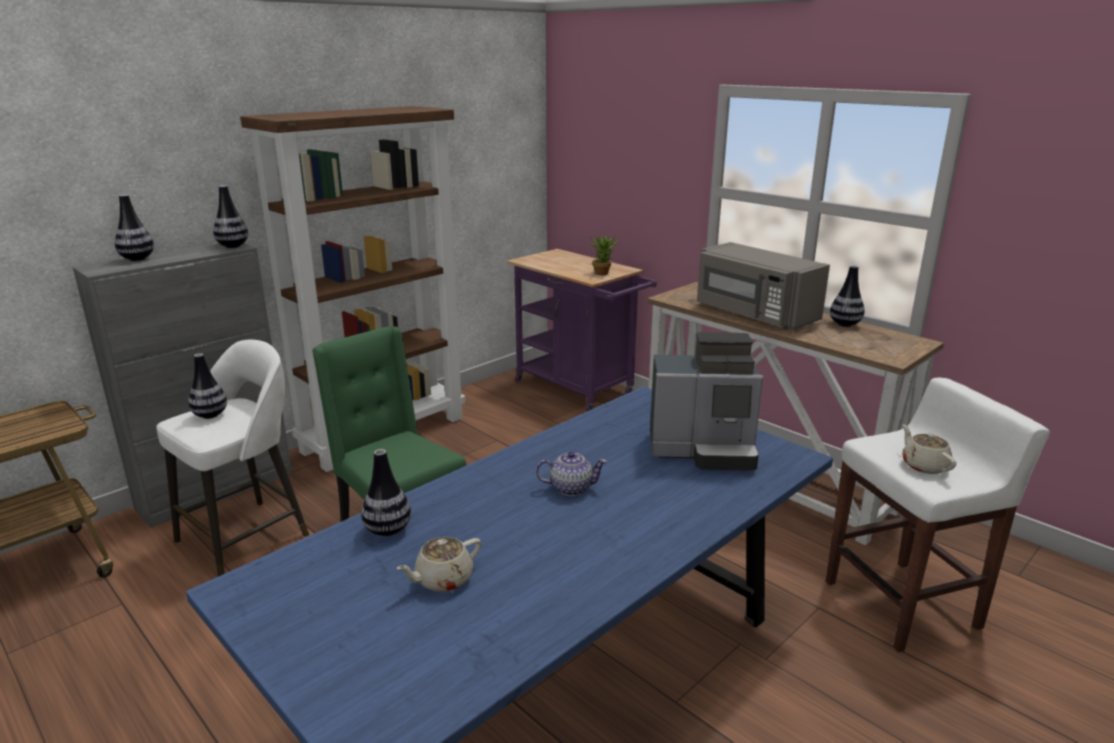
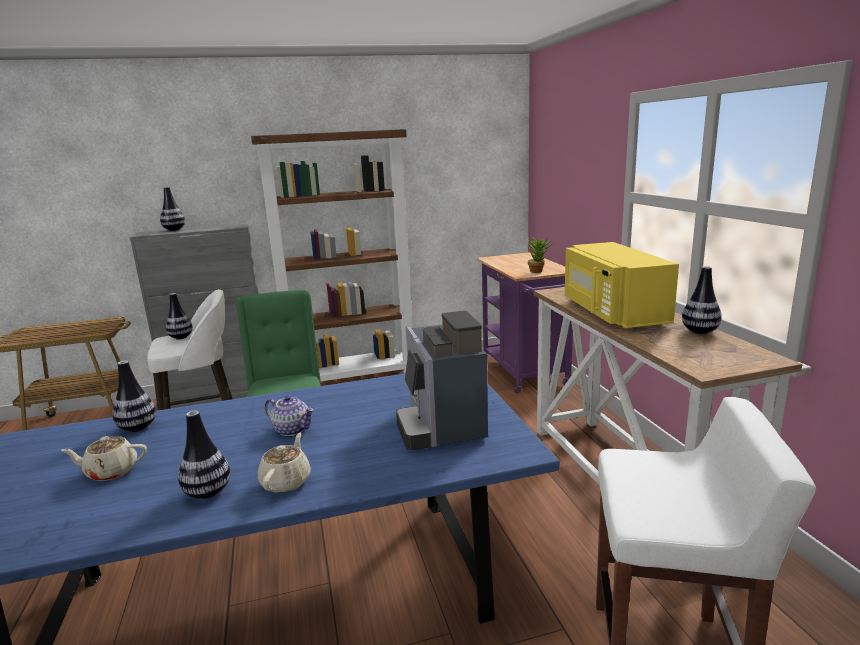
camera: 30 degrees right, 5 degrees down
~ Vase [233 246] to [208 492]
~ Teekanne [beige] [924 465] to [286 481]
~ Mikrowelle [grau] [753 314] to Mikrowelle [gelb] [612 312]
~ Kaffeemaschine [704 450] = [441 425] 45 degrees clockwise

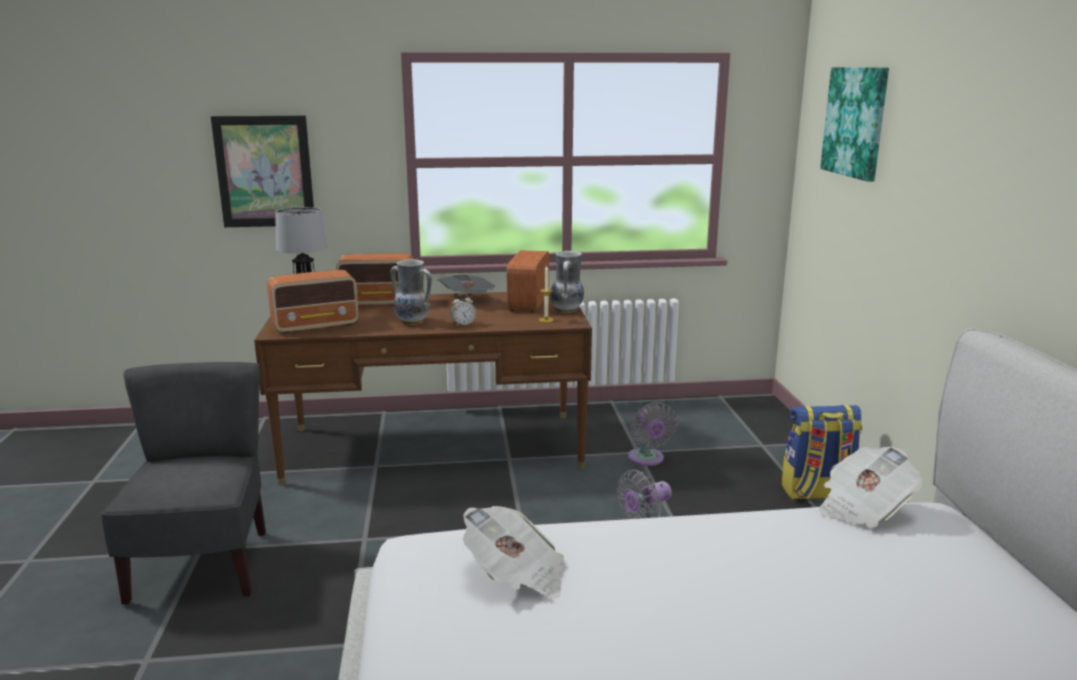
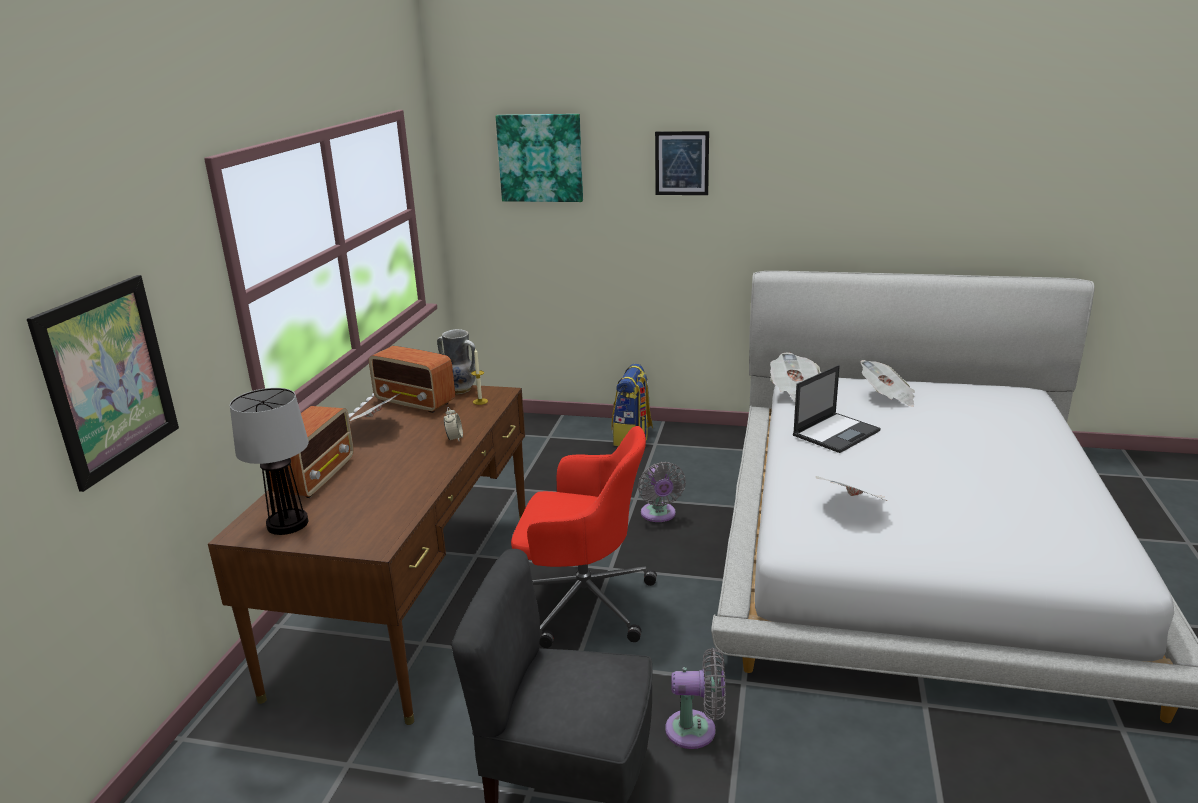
camera: 70 degrees left, 5 degrees up
- Radio [316 325]
- Vase [413 322]
+ Bürostuhl [rot] [583 602]
+ Bild [681 163]
+ Laptop [836 432]
+ Zeitung [887 397]
~ Ventilator [grau] [647 459] to [696 730]

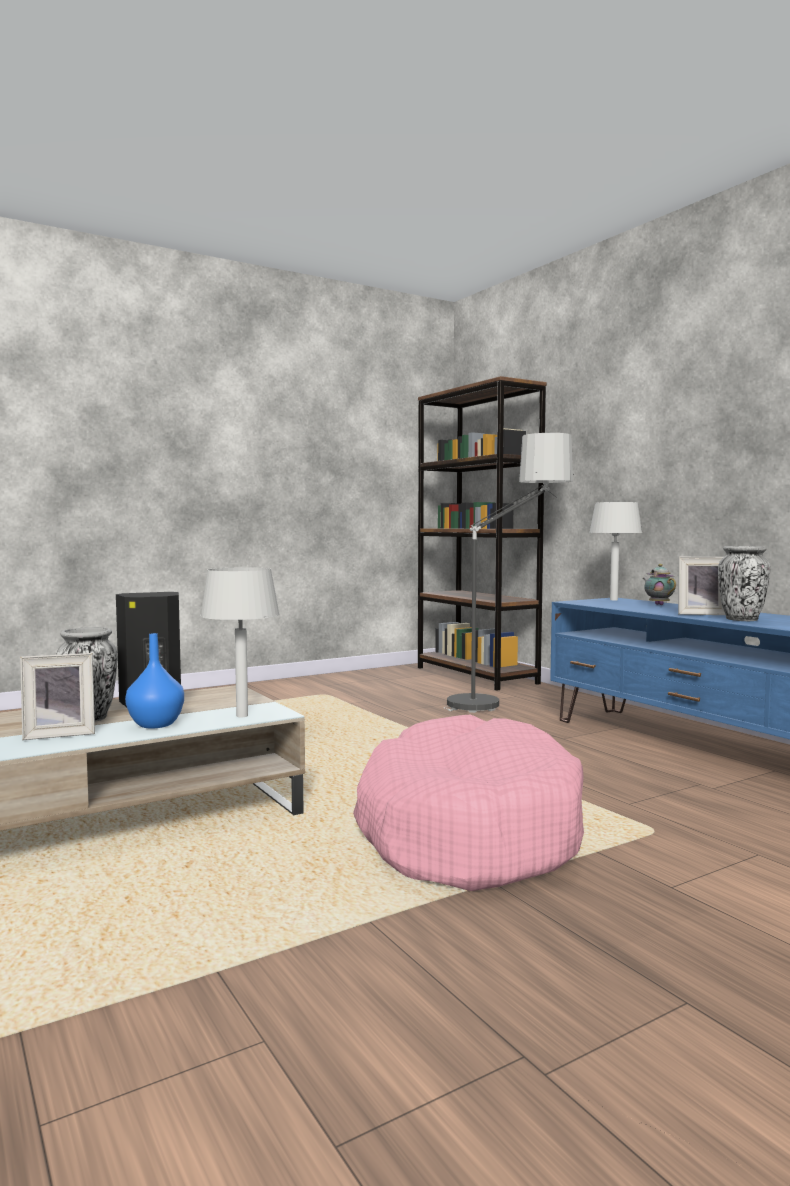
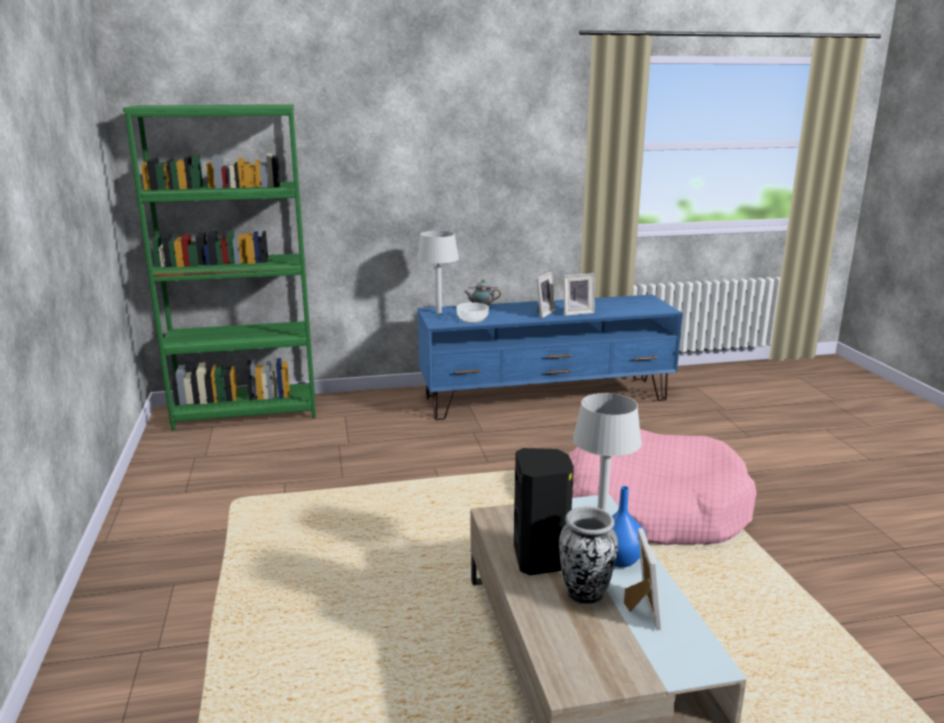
camera: 70 degrees left, 15 degrees up
- Stehlampe [506 701]
+ Schüssel [473 320]
~ Vase [742 619] to Bilderrahmen [576 312]
~ Bücherregal [braun] [476 675] to Bücherregal [grün] [247 412]

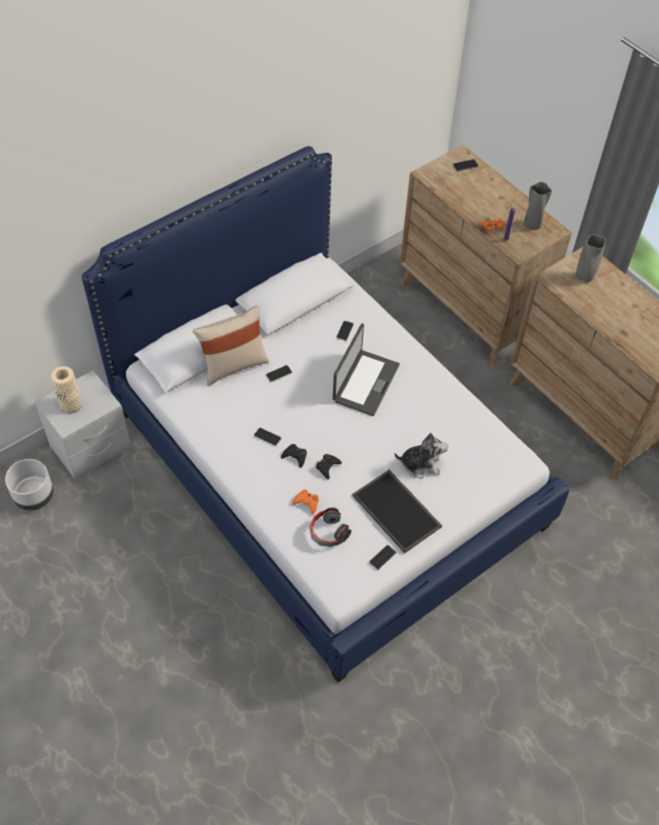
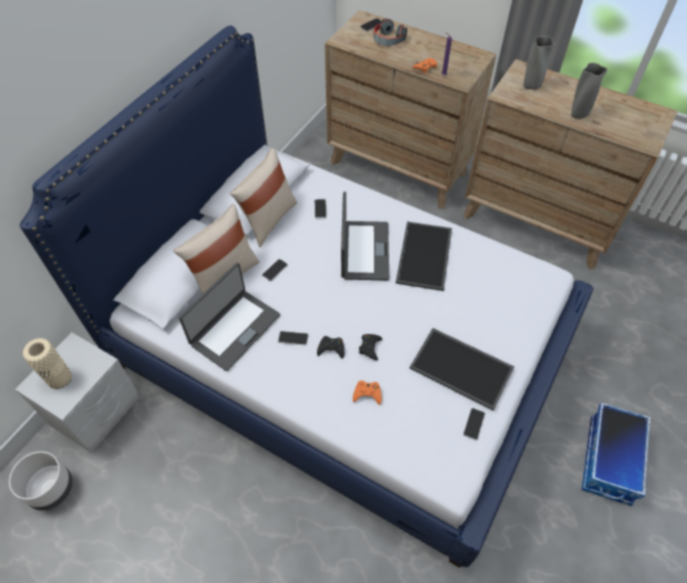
camera: 20 degrees left, 0 degrees up
- Plüschtier [420 464]
+ Laptop [234 329]
+ Kissen [beige] [268 220]
+ Tablett [425 256]
+ Aufbewahrungsbox [610 461]
~ Kopfhörer [328 532] to [388 40]
~ Vase [grau] [532 225] to [578 114]

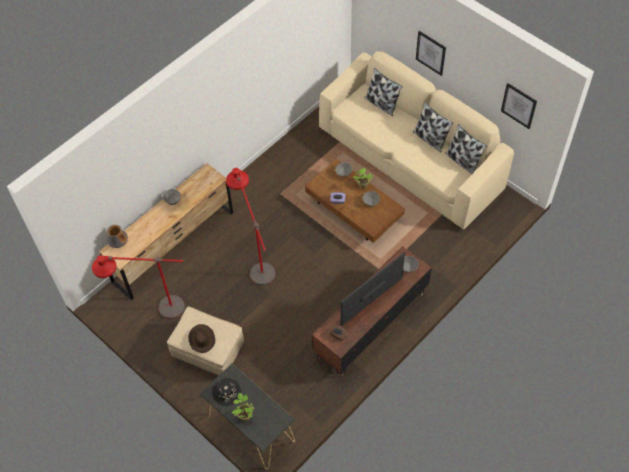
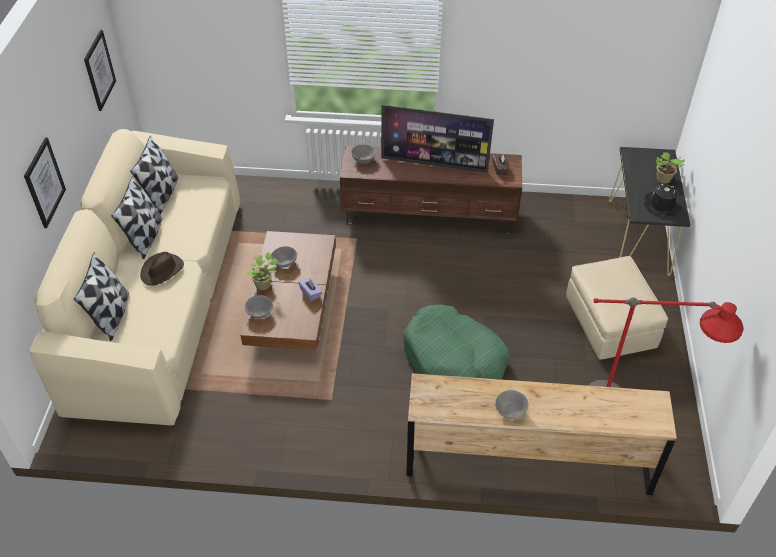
camera: 130 degrees left, 10 degrees down
- Vase [119 244]
~ Hut [braun] [201 339] to [162 270]
~ Stehlampe [rot] [256 259] to Hundebett [grün] [454 359]

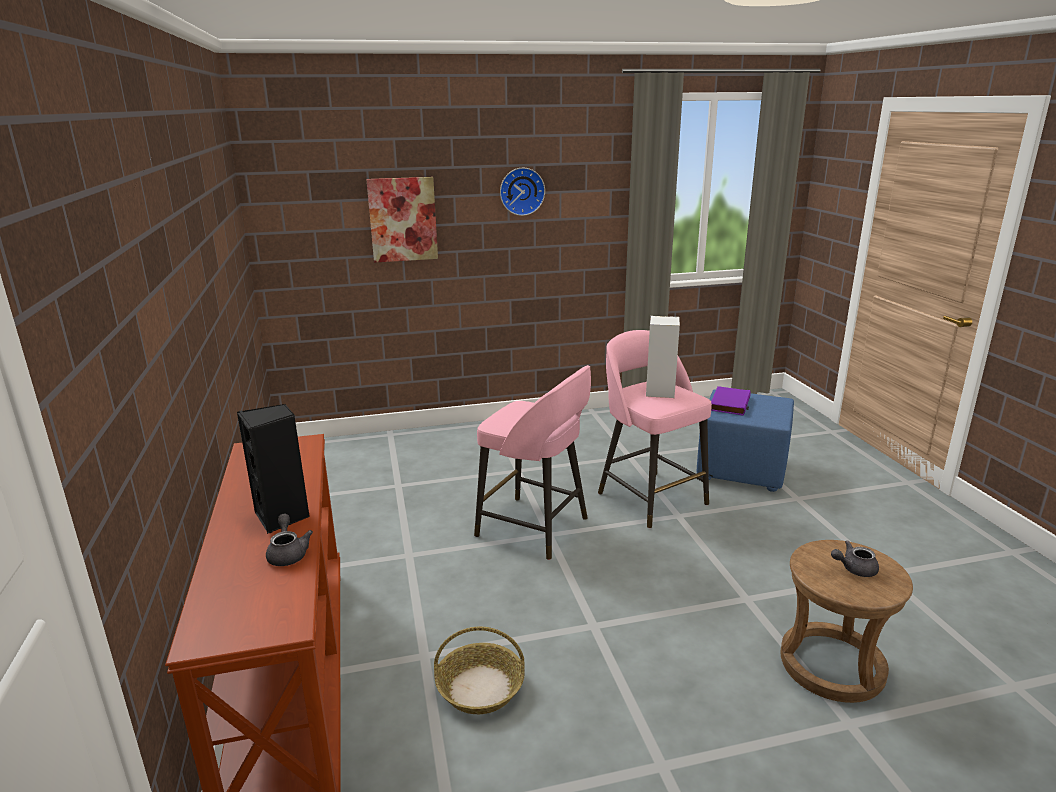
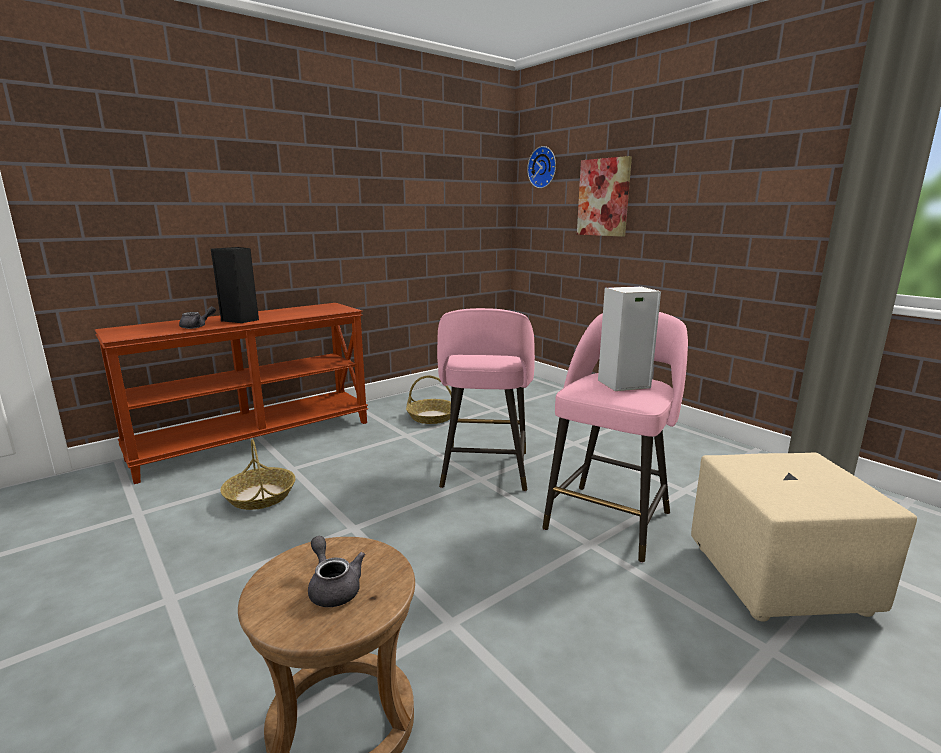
camera: 65 degrees right, 5 degrees down
- Buch [lila] [728 403]
+ Korb [431 417]
~ Wanduhr [521 191] to [543 167]
~ Polsterhocker [blau] [742 470] to Polsterhocker [beige] [780 580]

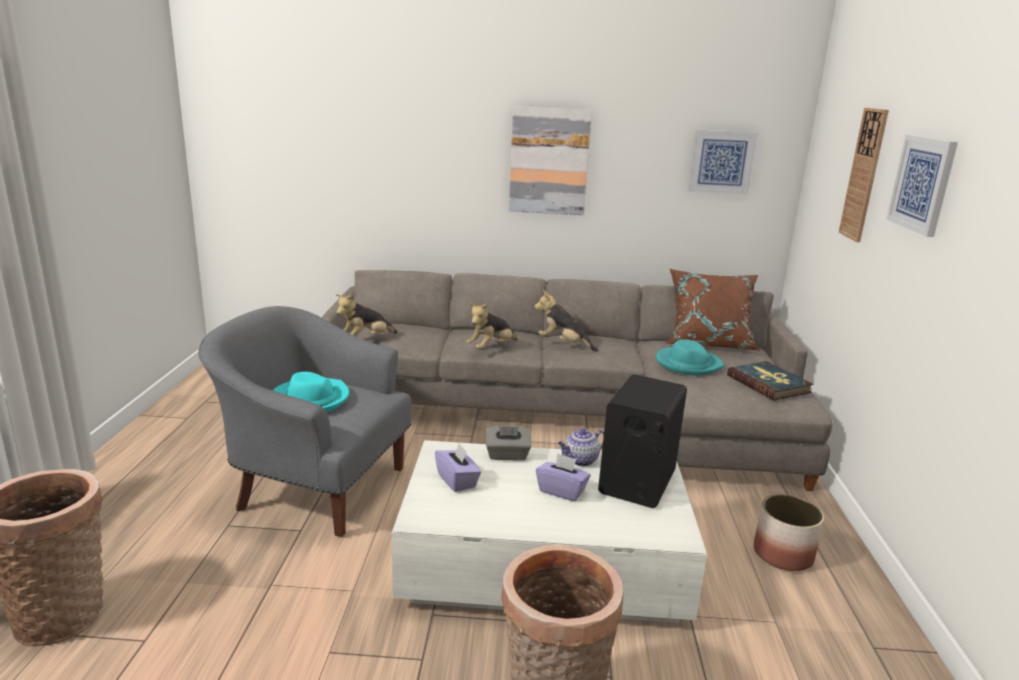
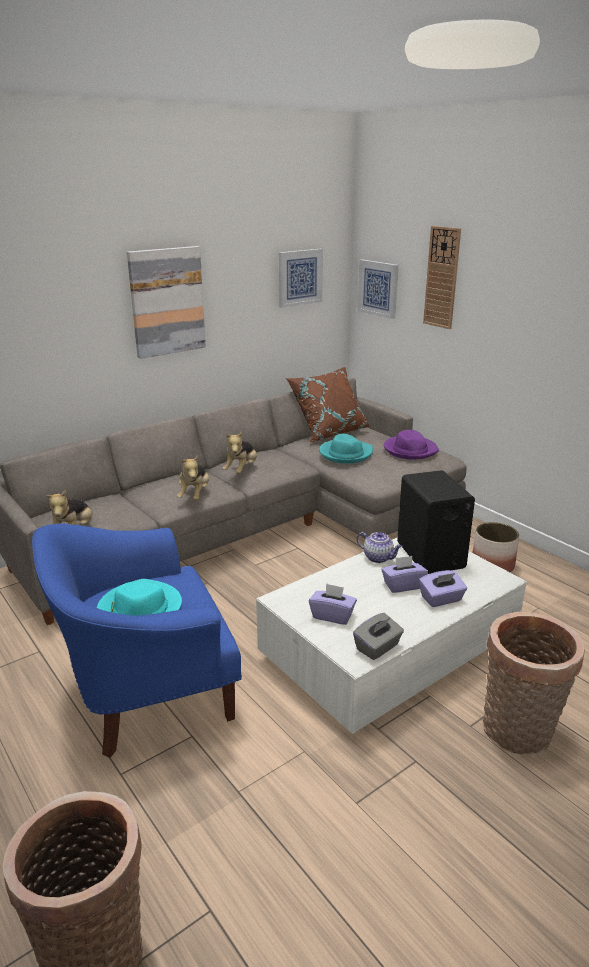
camera: 40 degrees left, 5 degrees up
+ Taschentuchbox [lila] [441 599]
~ Taschentuchbox [grau] [507 455] to [378 648]
~ Bild [922 184] to [378 288]
~ Buch [769 384] to Hut [lila] [410 450]
~ Sessel [grau] [316 486] to Sessel [blau] [145 693]
~ Plüschtier [563 344] = [241 470] 60 degrees counterclockwise
~ Teekanne [580 460] = [379 558] 75 degrees counterclockwise

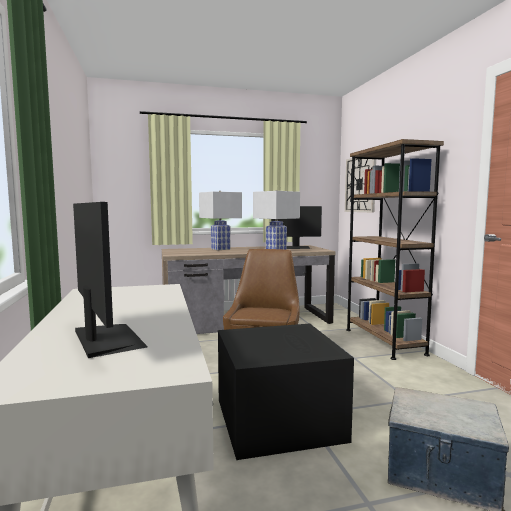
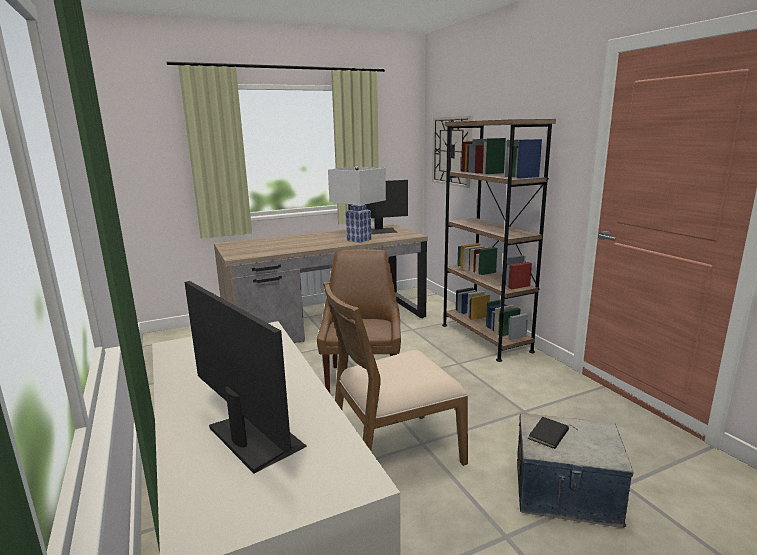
camera: 10 degrees left, 10 degrees up
- Tischlampe [weiß] [221 249]
+ Buch [schwarz] [550 435]
~ Aufbewahrungsbox [schwarz] [276 418] to Stuhl [braun] [394 452]

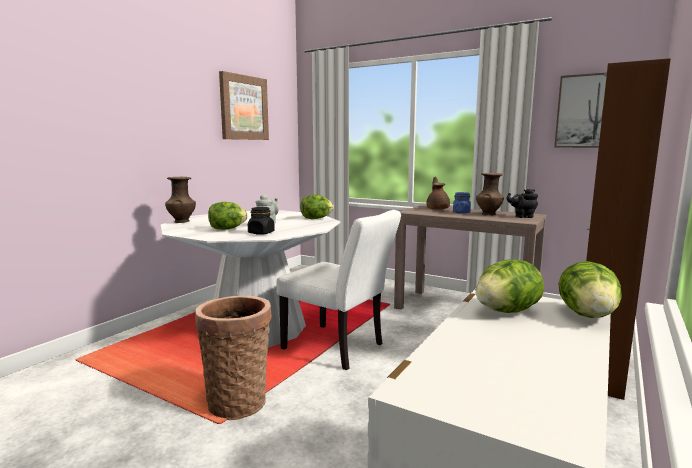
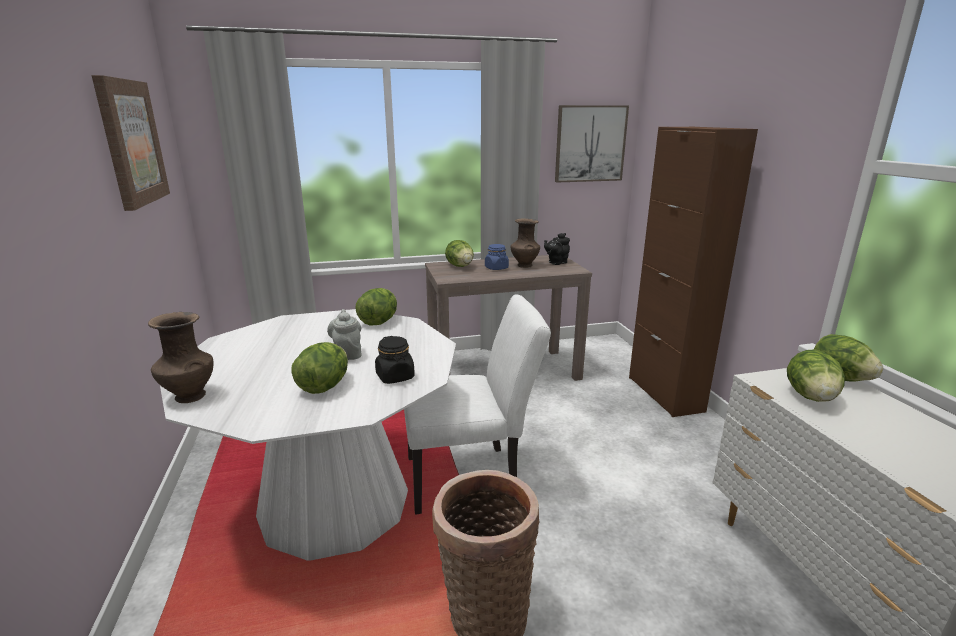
camera: 45 degrees left, 10 degrees up
~ Teekanne [braun] [437 209] to Salatkopf [460 266]

